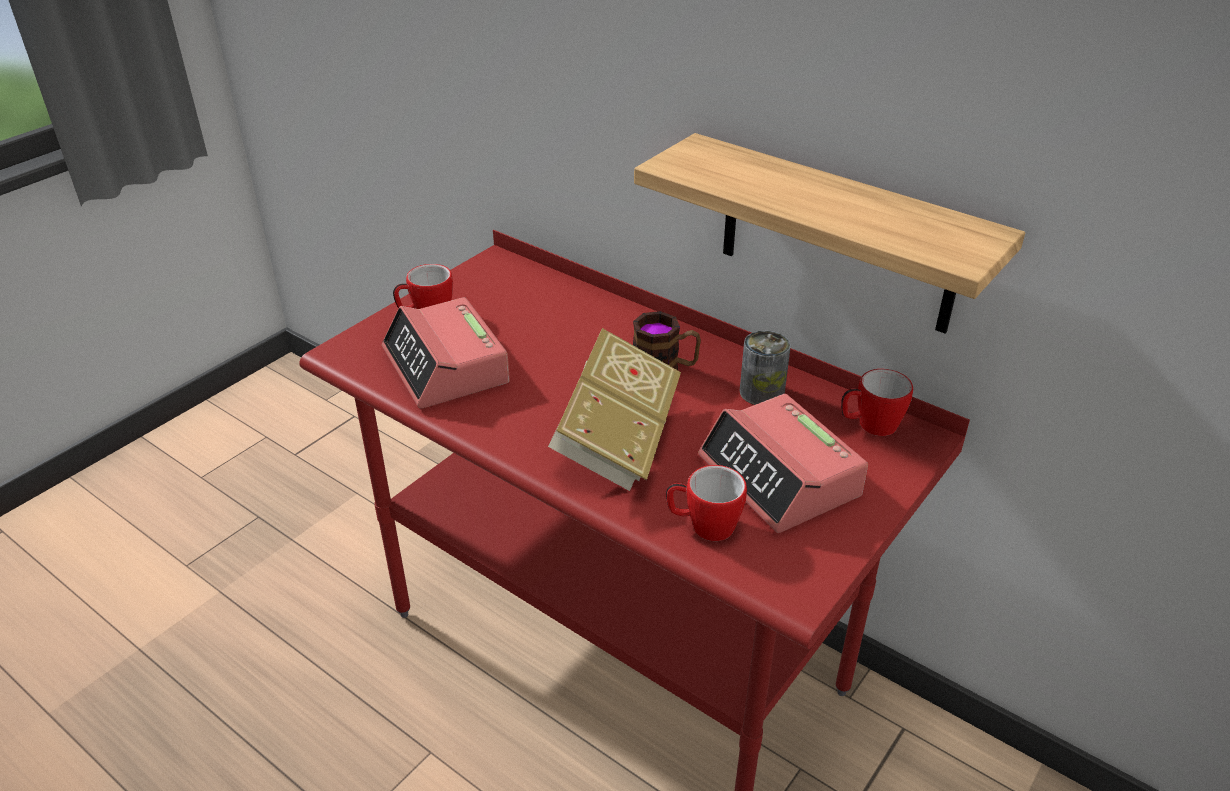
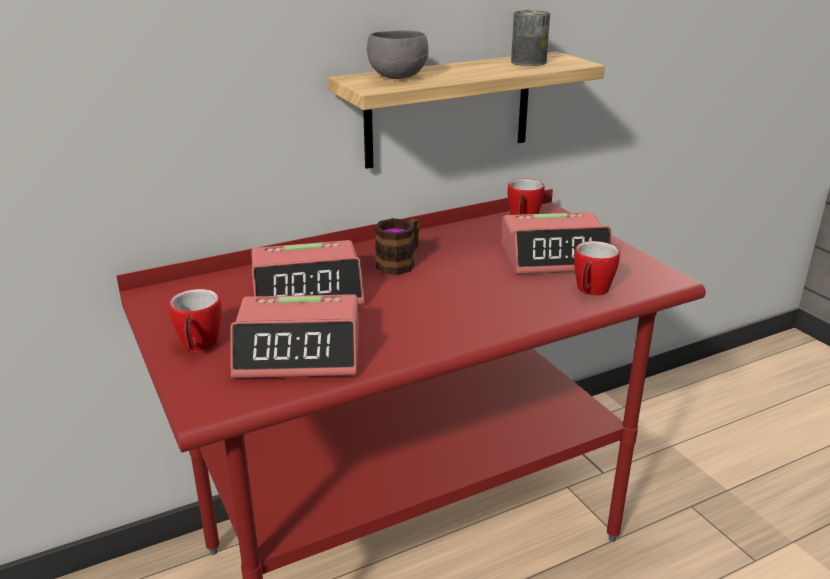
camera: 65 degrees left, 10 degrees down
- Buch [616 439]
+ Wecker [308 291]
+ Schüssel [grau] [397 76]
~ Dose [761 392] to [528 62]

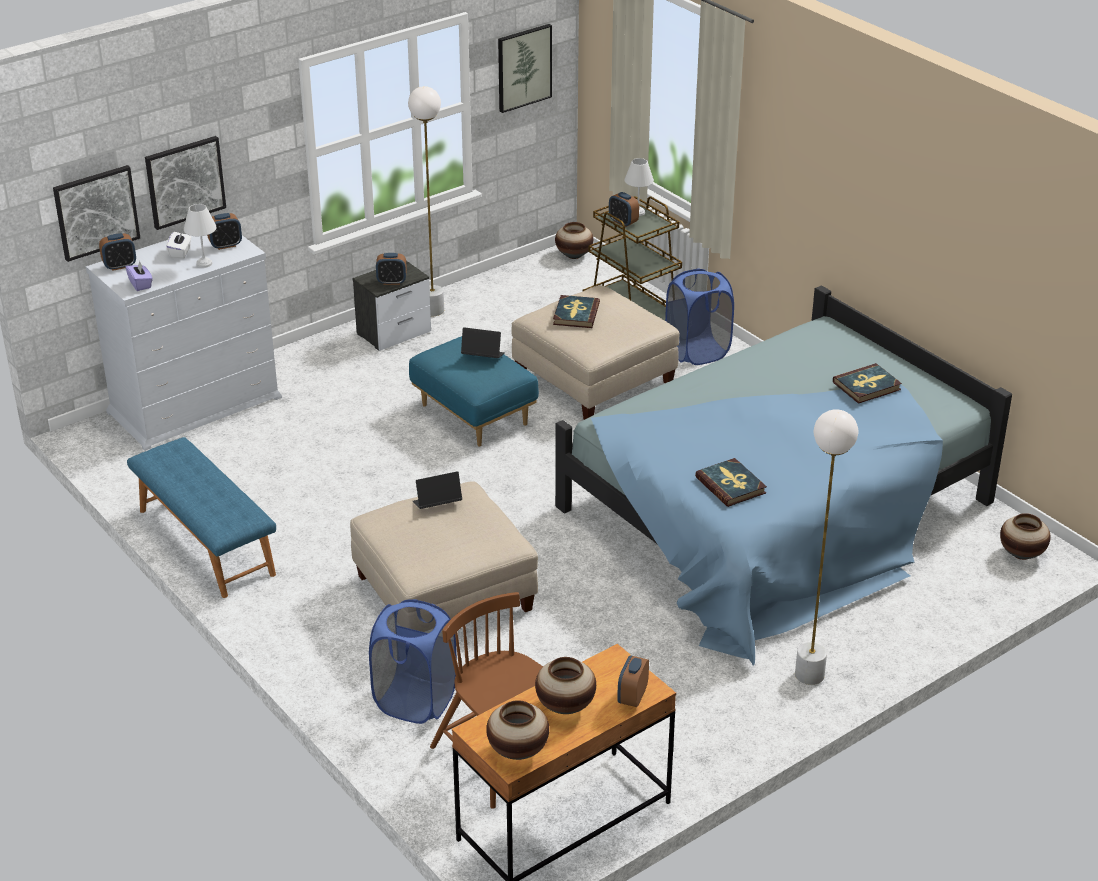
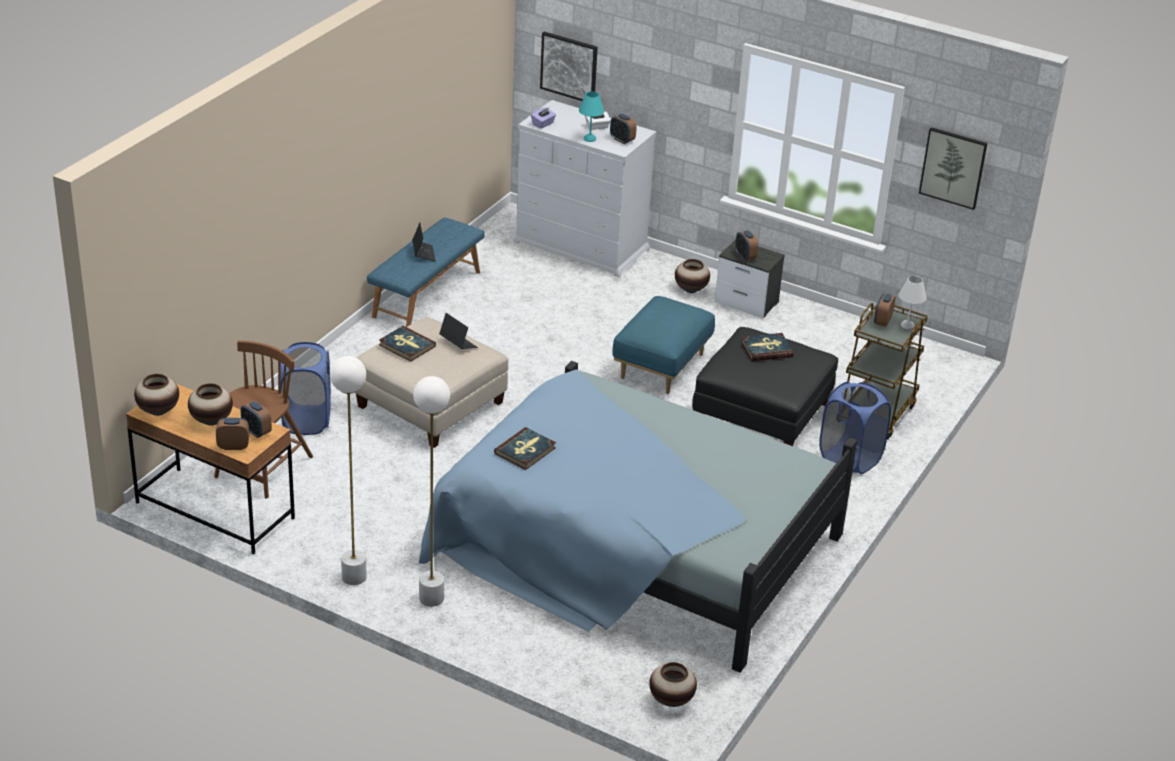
camera: 65 degrees right, 0 degrees up
- Bild [185 181]
~ Wecker [120 266] to [256 432]
~ Stehlampe [weiß] [433 310] to [354 577]
~ Laptop [482 357] to [423 253]
~ Vase [574 255] to [691 289]
~ Buch [867 386] to [406 346]
~ Tischlampe [weiß] [205 263] to Tischlampe [türkis] [590 139]
~ Polsterhocker [beige] [593 378] to Polsterhocker [schwarz] [761 412]

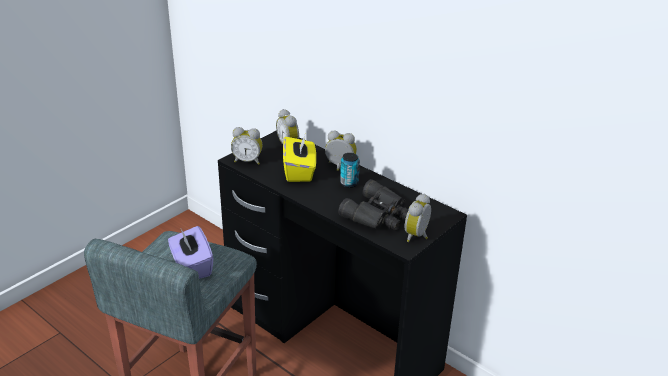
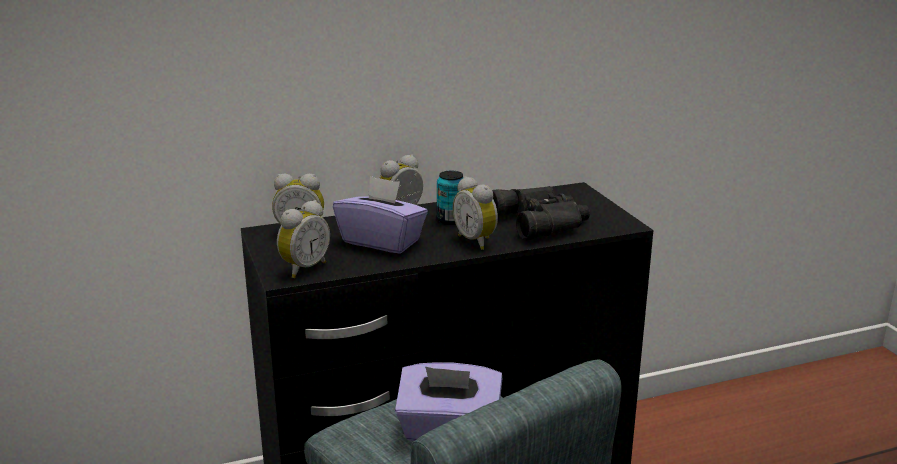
camera: 60 degrees left, 10 degrees down
~ Wecker [418 236] to [477 241]
~ Taschentuchbox [gelb] [299 171] to Taschentuchbox [lila] [382 241]

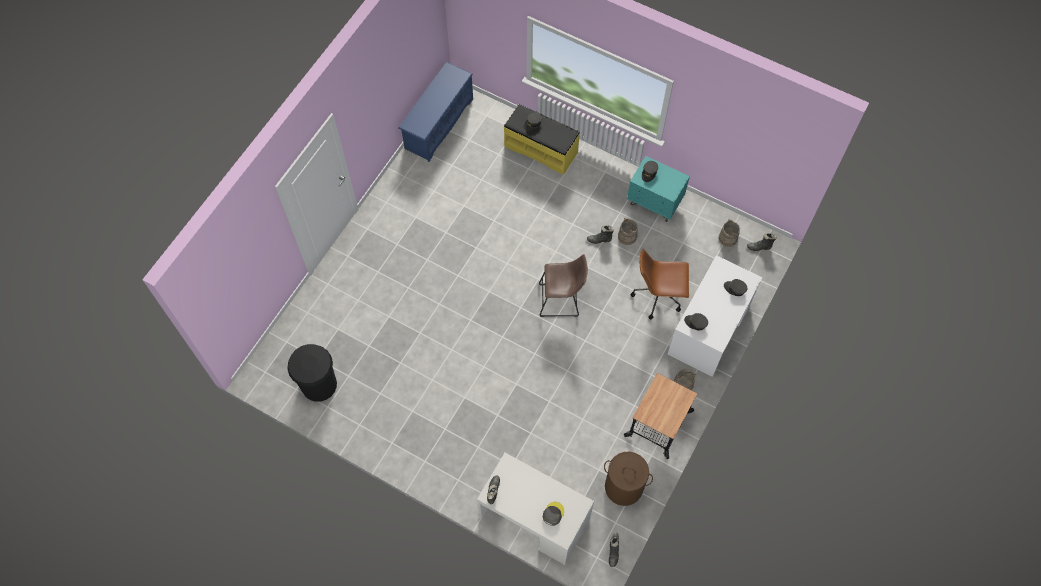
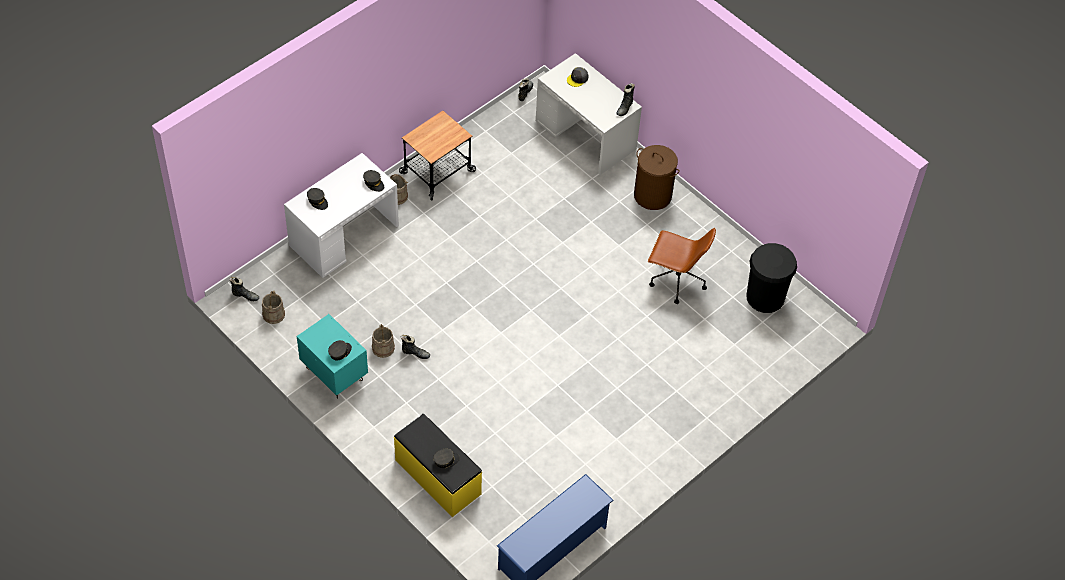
camera: 165 degrees left, 10 degrees down
- Hocker [braun] [561 300]
~ Wäschekorb [braun] [623 487] to [653 195]
~ Bürostuhl [braun] [658 296] to [676 280]

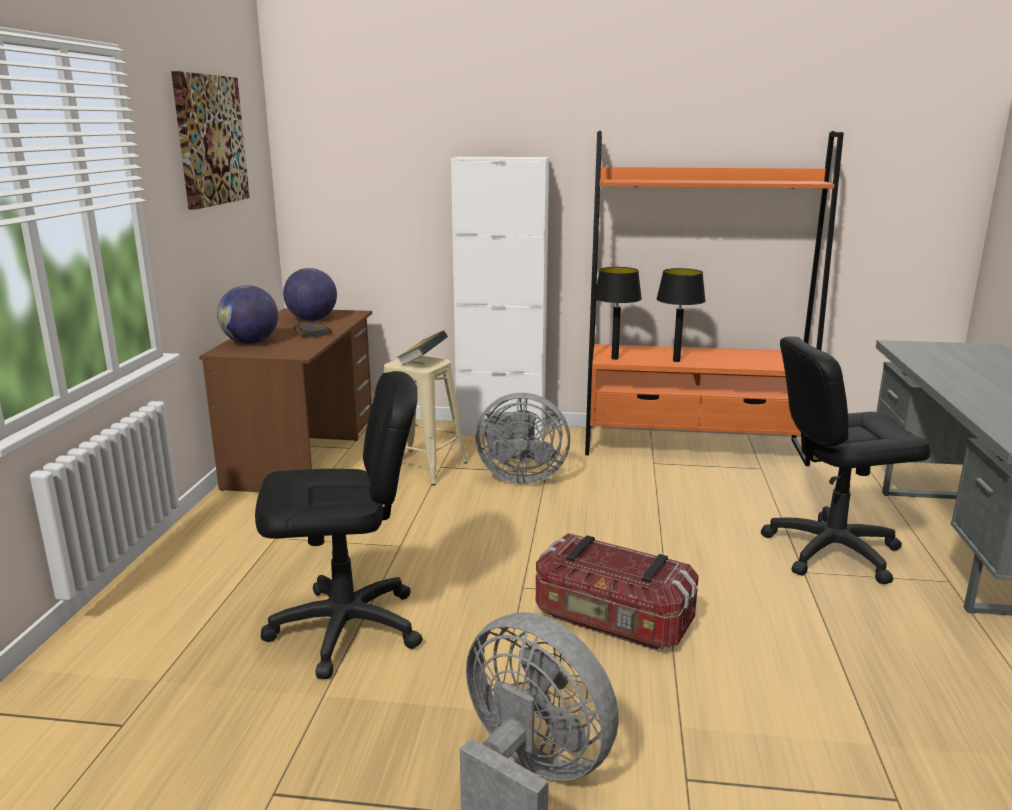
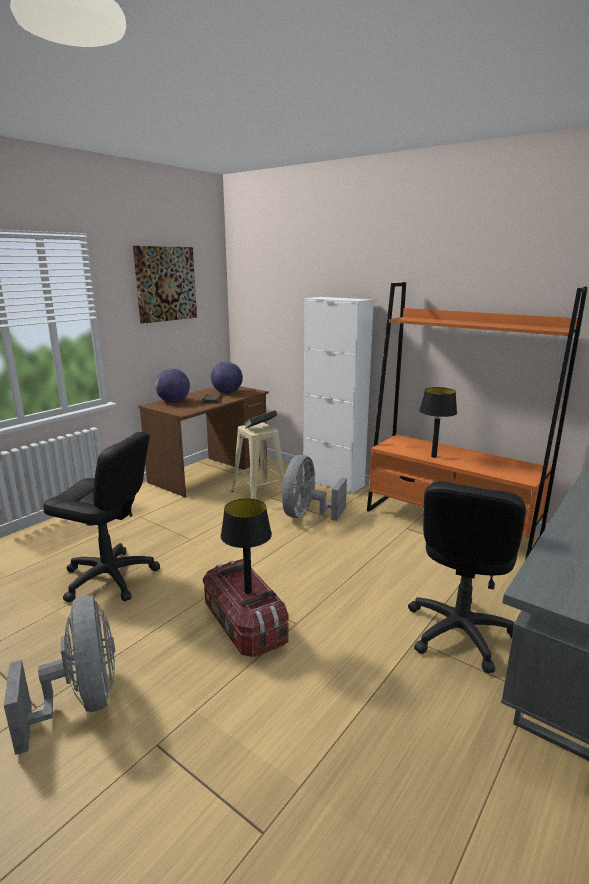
camera: 30 degrees right, 0 degrees up
~ Tischlampe [schwarz] [614 358] to [248 591]
~ Ventilator [grau] [519 477] = [307 515] 75 degrees clockwise
~ Bürostuhl [schwarz] [831 551] = [459 632] 90 degrees counterclockwise

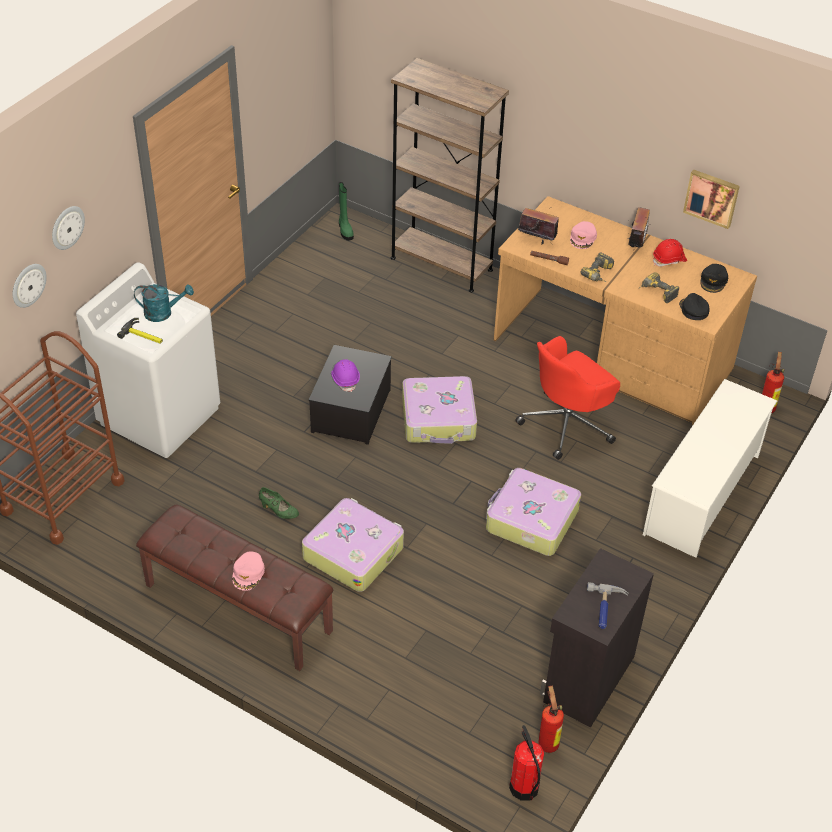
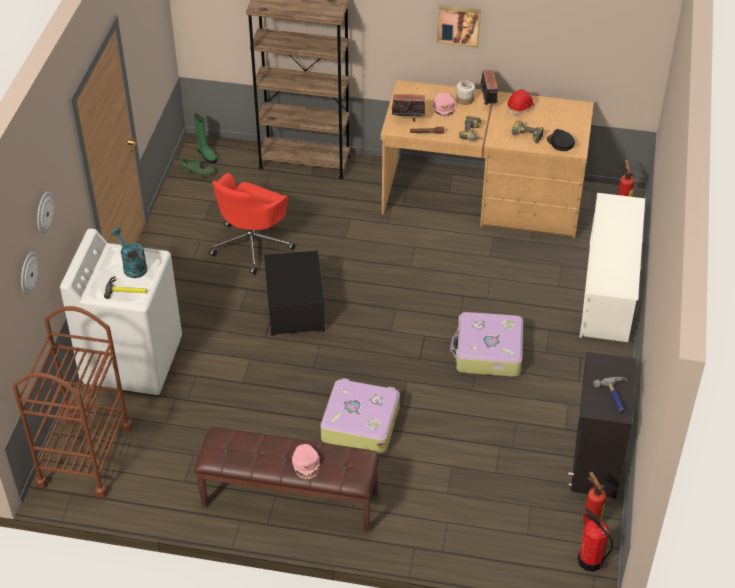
camera: 20 degrees left, 0 degrees up
- Schutzhelm [lila] [345 379]
- Koffer [439 419]
- Kappe [schwarz] [713 281]
+ Vorratsglas [465 99]
~ Schuh [grün] [278 511] to [198 173]
~ Bürostuhl [rot] [567 424] to [252 244]
~ Bild [712 197] to [459 25]
~ Gießkanne [türkis] [163 313] = [132 266] 105 degrees counterclockwise

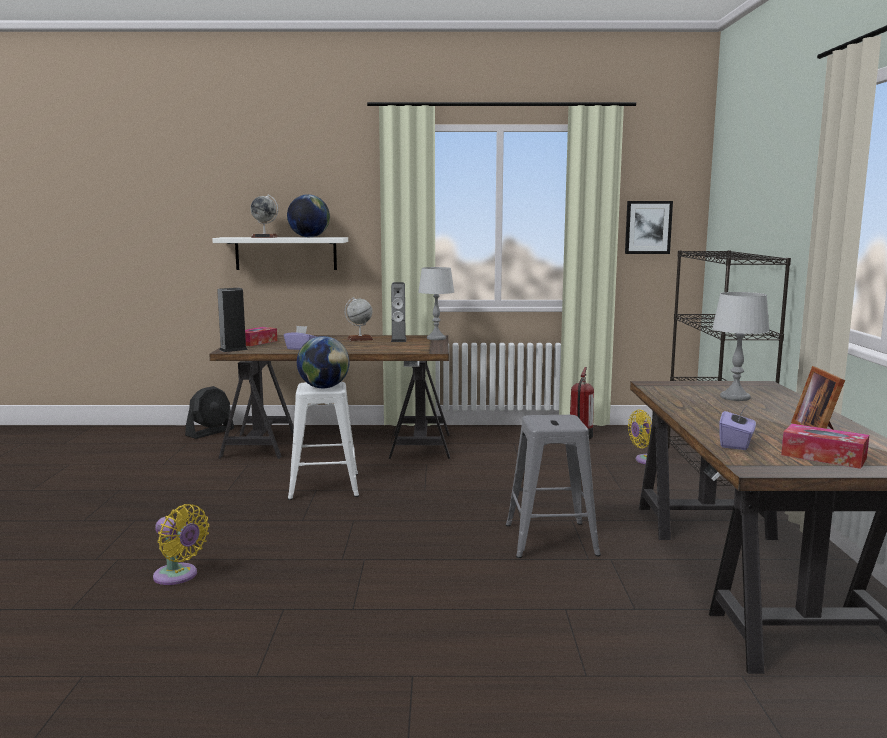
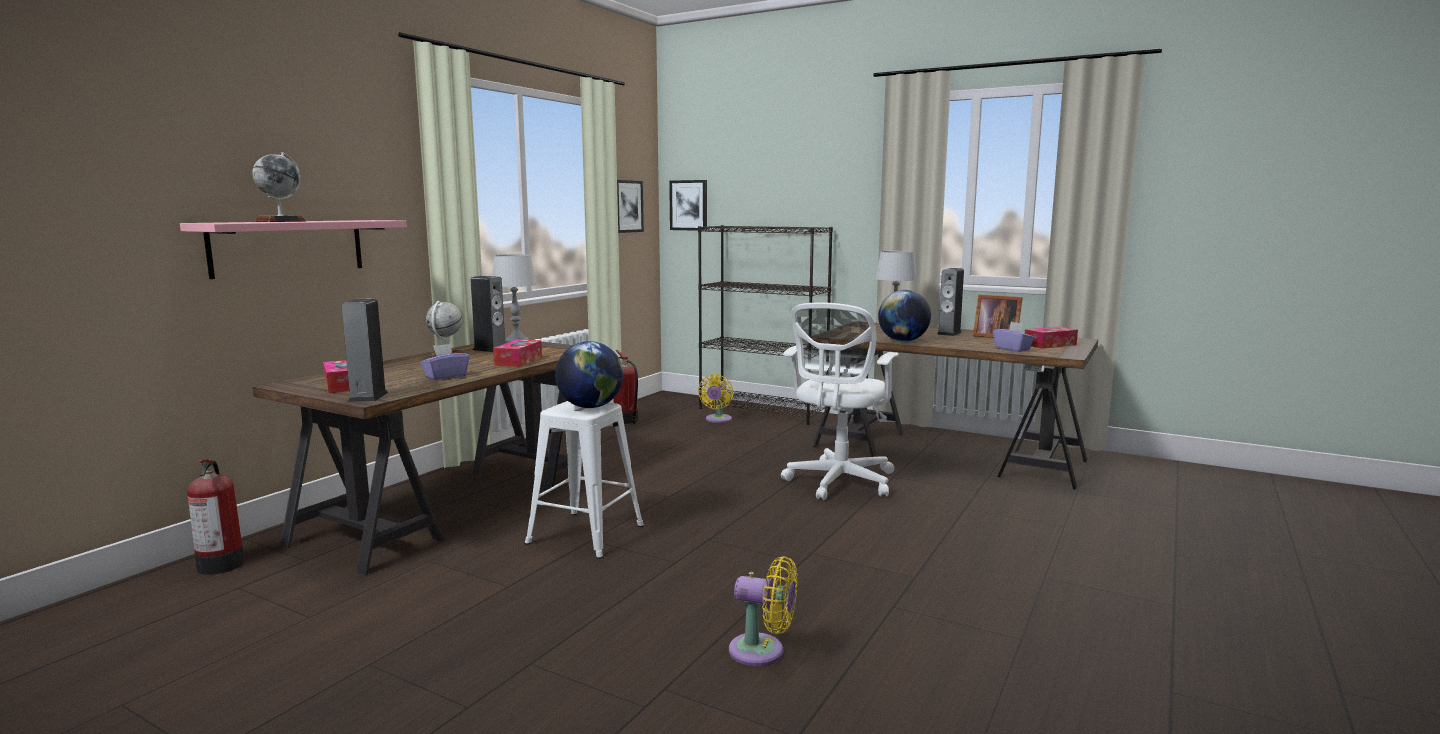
camera: 60 degrees left, 0 degrees up
+ Taschentuchbox [518 361]
+ Bild [689 205]
+ Lautsprecher [949 333]
~ Globus [309 237] to [903 341]
~ Ventilator [schwarz] [210 432] to Feuerlöscher [221 564]
~ Hocker [grau] [549 539] to Bürostuhl [weiß] [838 483]
~ Wandregal [weiß] [286 253] to Wandregal [rosa] [288 247]
~ Ventilator [gelb] [178 576] = [762 652] 45 degrees clockwise

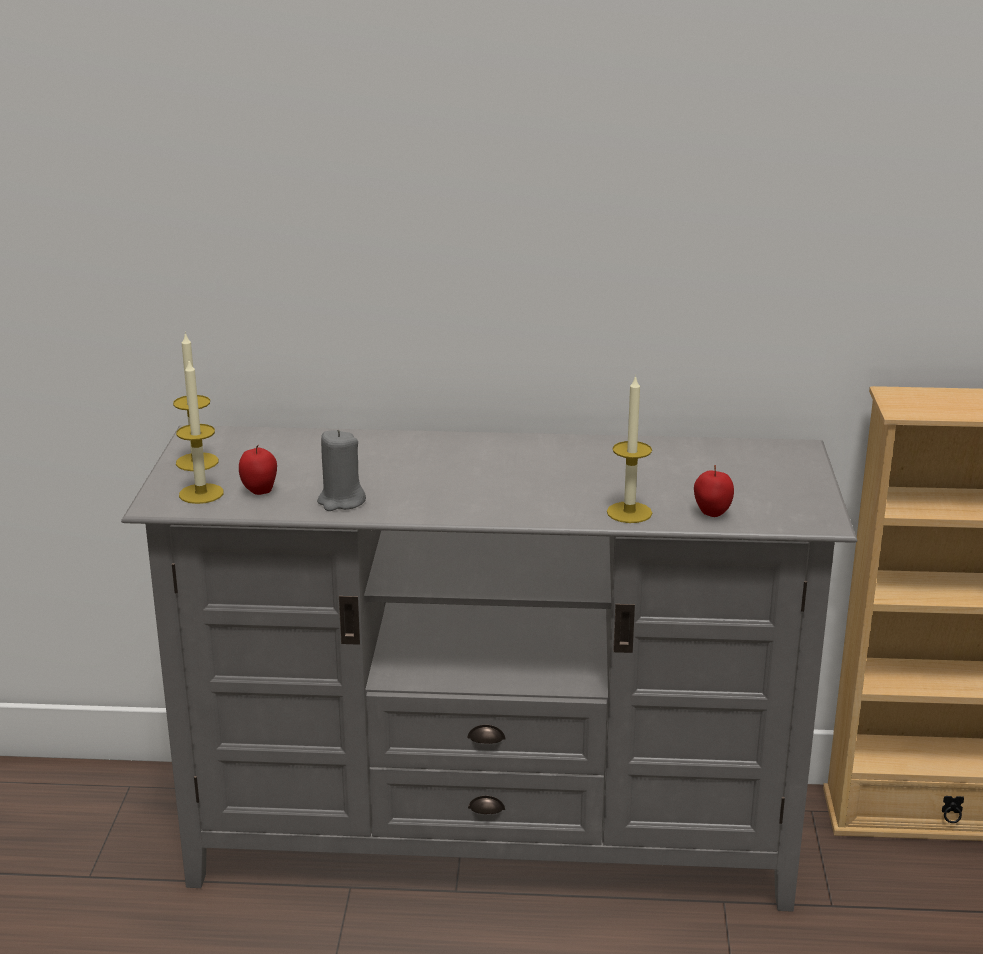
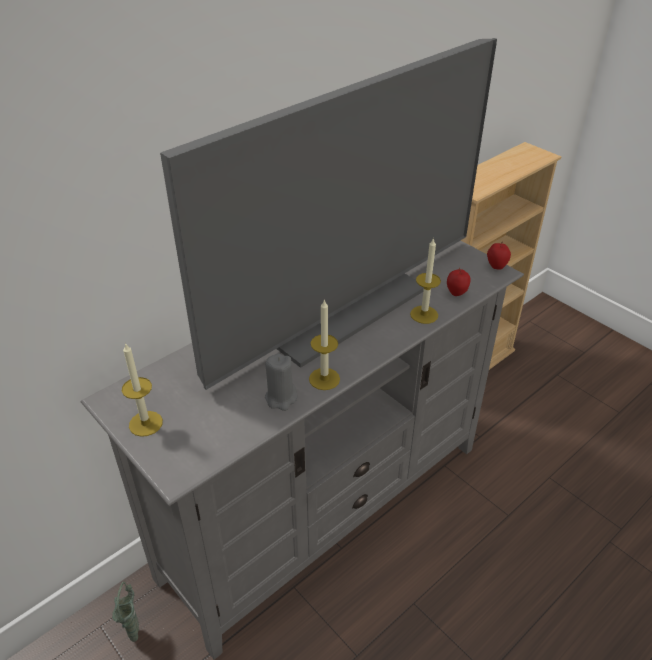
camera: 45 degrees left, 15 degrees up
+ Vase [grün] [135 633]
+ Fernseher [339 305]
~ Kerze [201 493] to [324 379]
~ Apfel [259 491] to [496 267]

